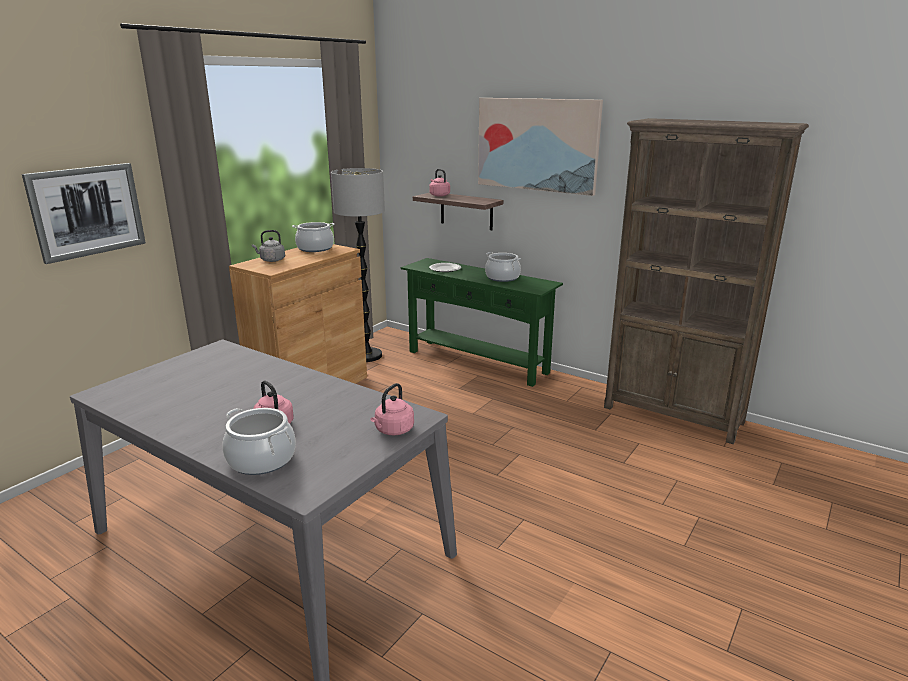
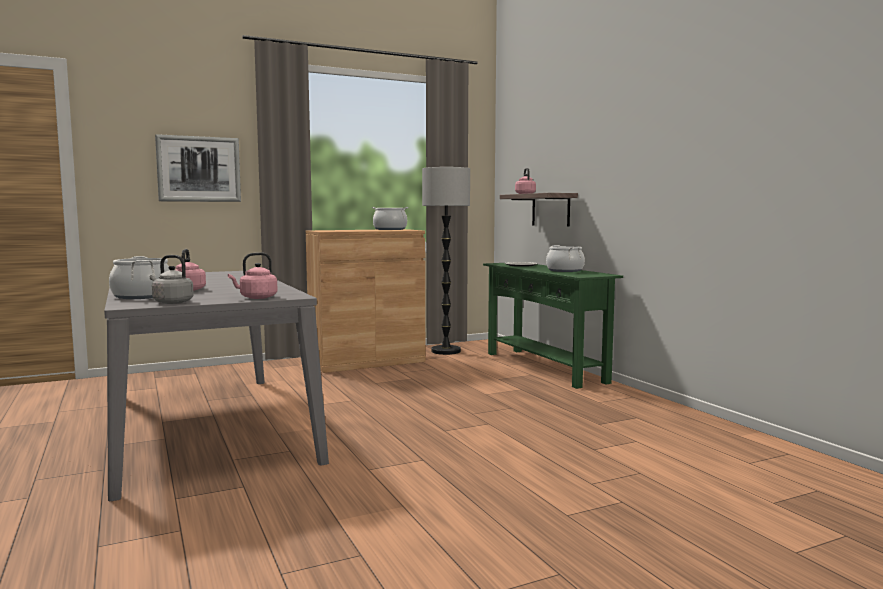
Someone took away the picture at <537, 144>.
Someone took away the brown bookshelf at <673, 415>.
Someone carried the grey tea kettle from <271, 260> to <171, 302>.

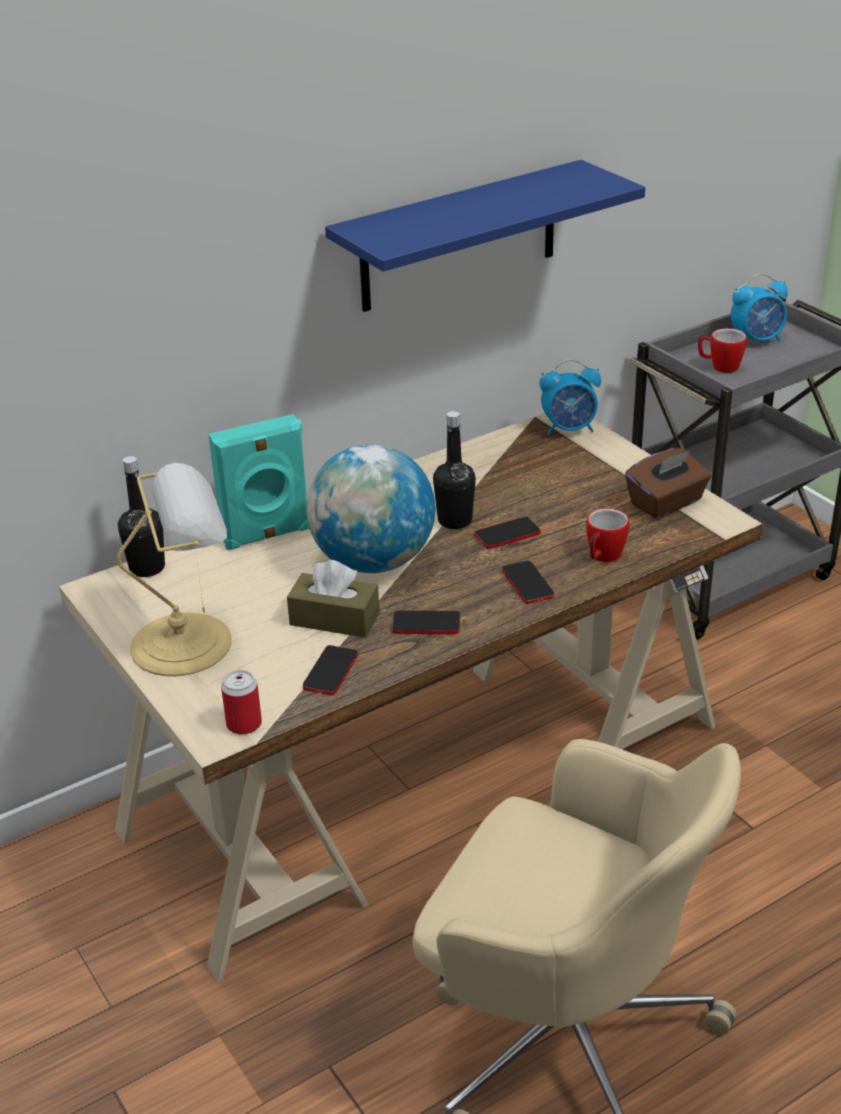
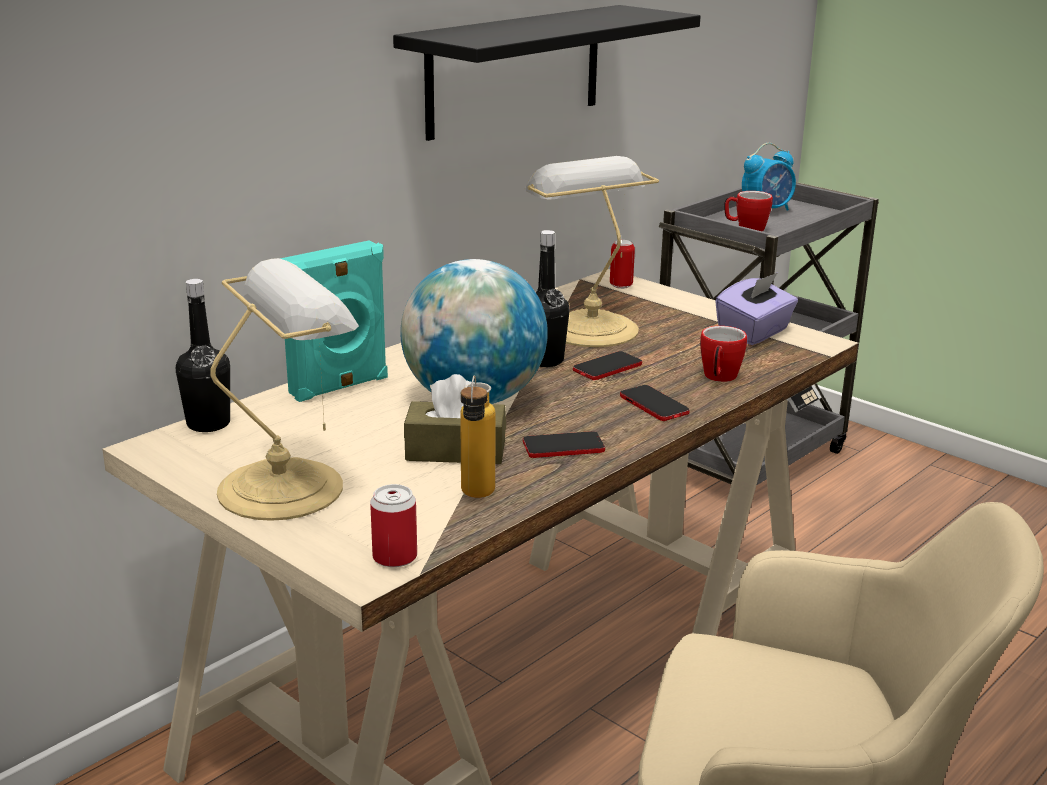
Someone repainted the blue bracket shelf at <459, 237>, which became the black-coloured bracket shelf at <515, 70>.
Someone swapped the bedside clock at <569, 429> for the can at <621, 286>.
Someone repainted the brown tissue holder at <666, 503>, which became the purplish tissue holder at <754, 333>.
Someone swapped the telephone at <331, 671> for the beverage bottle at <476, 498>.
Someone put down the table lamp at <588, 327>.

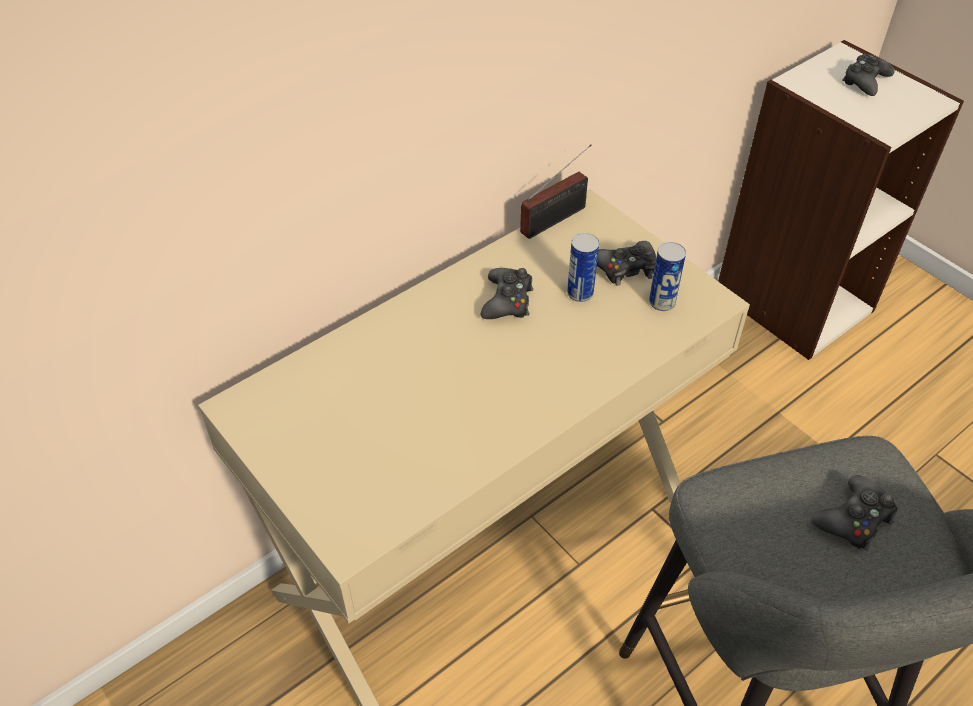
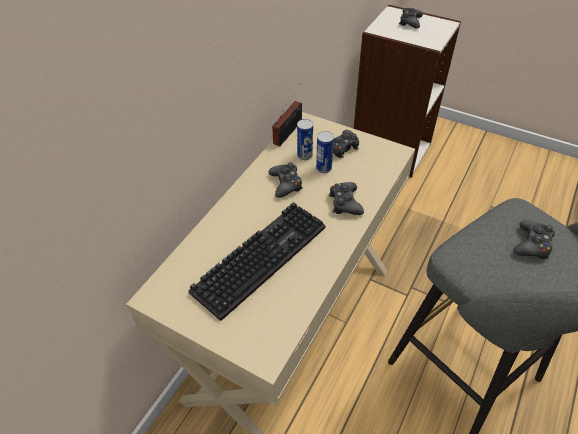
Someone carried the can from <662, 302> to <305, 155>.
Someone put down the black-coloured joypad at <345, 203>.
Someone put down the computer keyboard at <260, 256>.

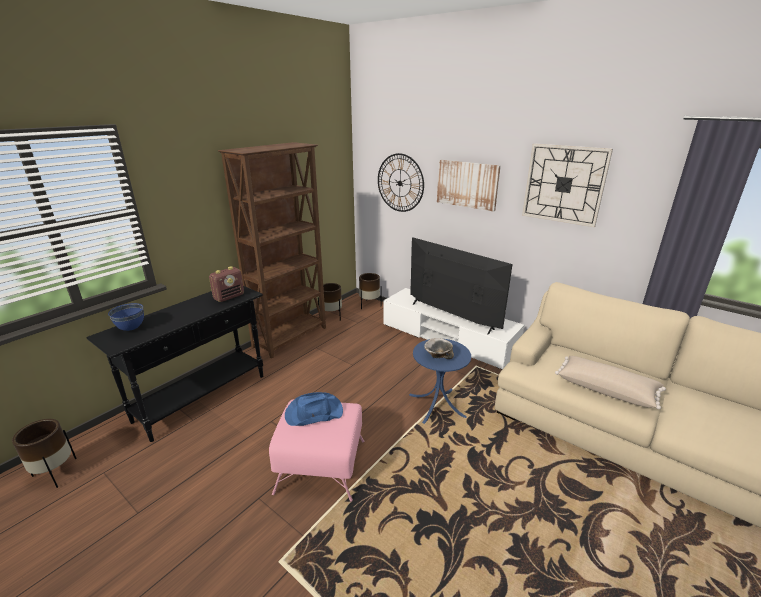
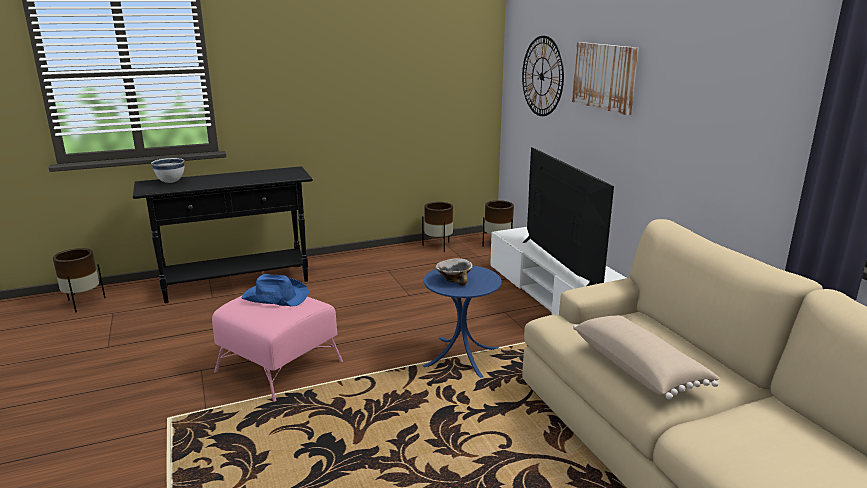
Someone took away the brown bookshelf at <291, 337>.
Someone took away the clock on the wall at <564, 184>.
Someone took away the radio set at <229, 297>.
Someone repainted the blue serving bowl at <131, 328>, which became the white-coloured serving bowl at <171, 182>.

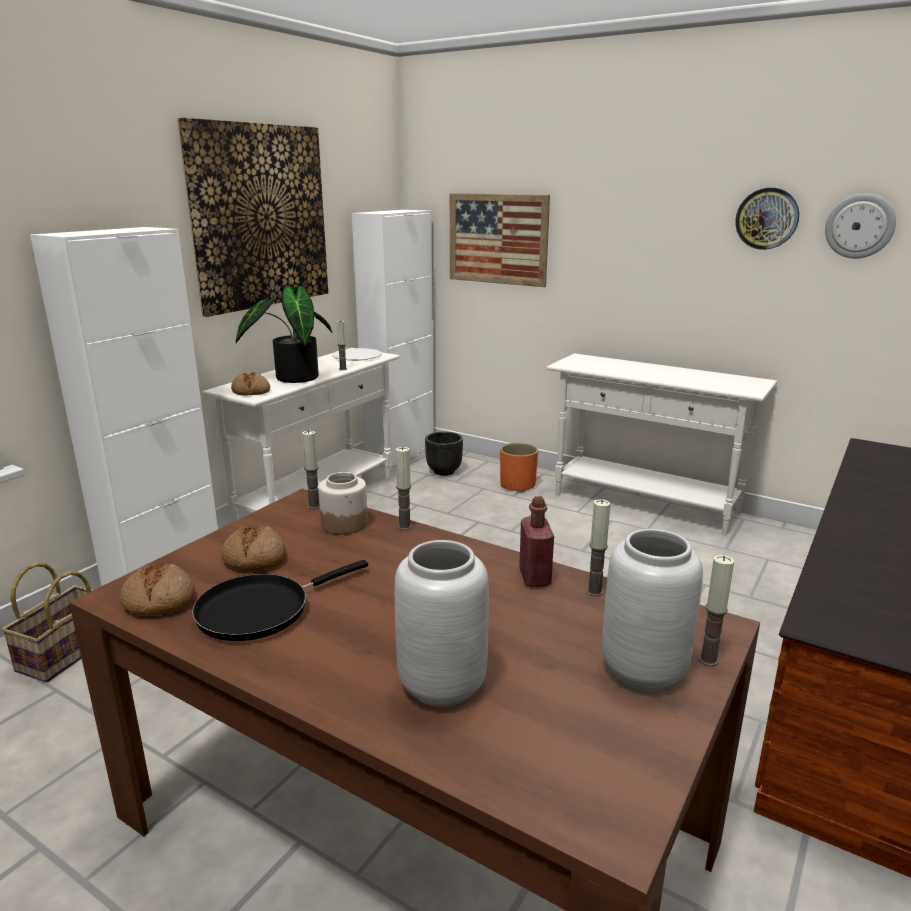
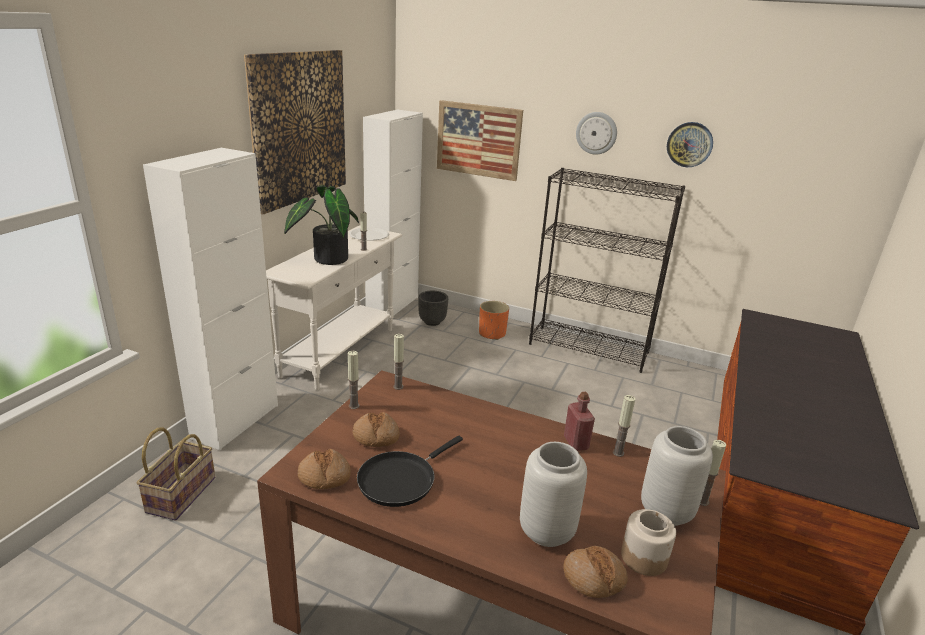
Someone carried the clock on the wall from <859, 226> to <596, 133>.
Someone swapped the white-coloured narrow table at <645, 504> for the black-coloured bookshelf at <589, 348>.
Someone carried the bakery bread from <251, 391> to <594, 577>.
Someone carried the wax light from <404, 526> to <354, 406>.
Someone carried the storage jar from <345, 524> to <644, 557>.

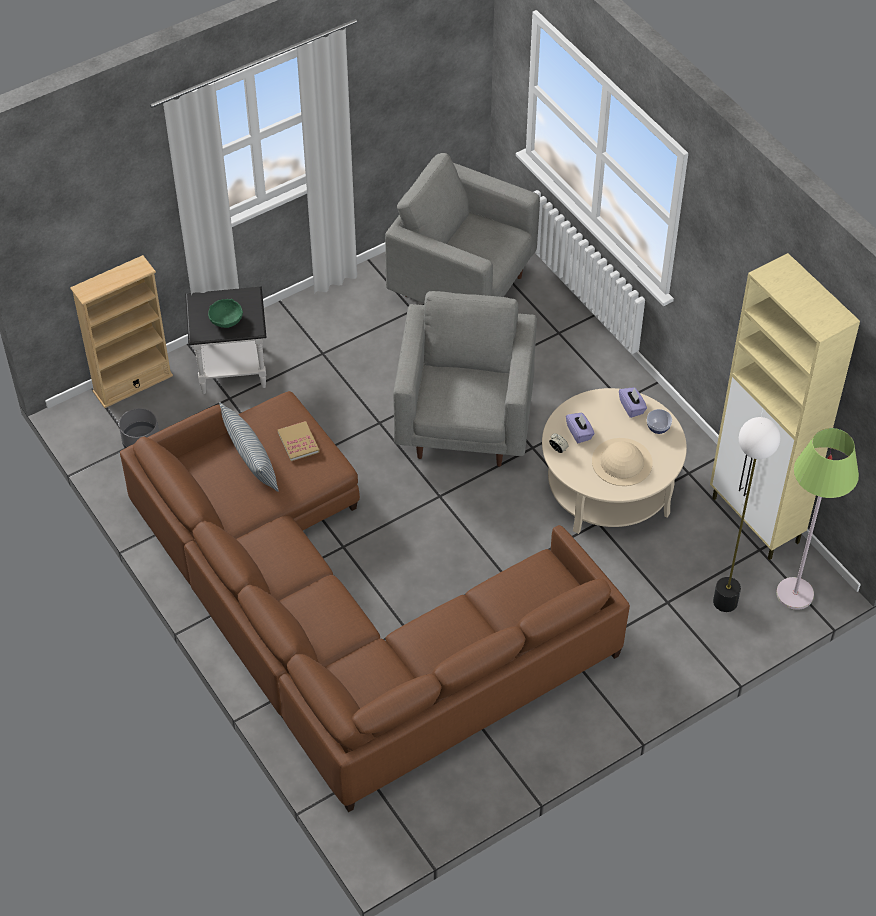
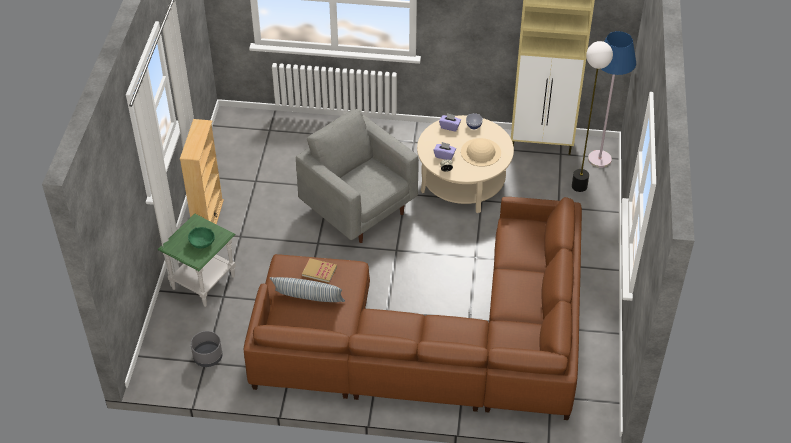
Someone took away the grey armchair at <462, 285>.
Someone carried the beige bookshelf from <132, 383> to <208, 219>.
Someone repainted the black-coloured end table at <231, 370>, which became the green-coloured end table at <203, 283>.
Someone repainted the green-coloured standing lamp at <794, 594>, which became the blue standing lamp at <599, 159>.

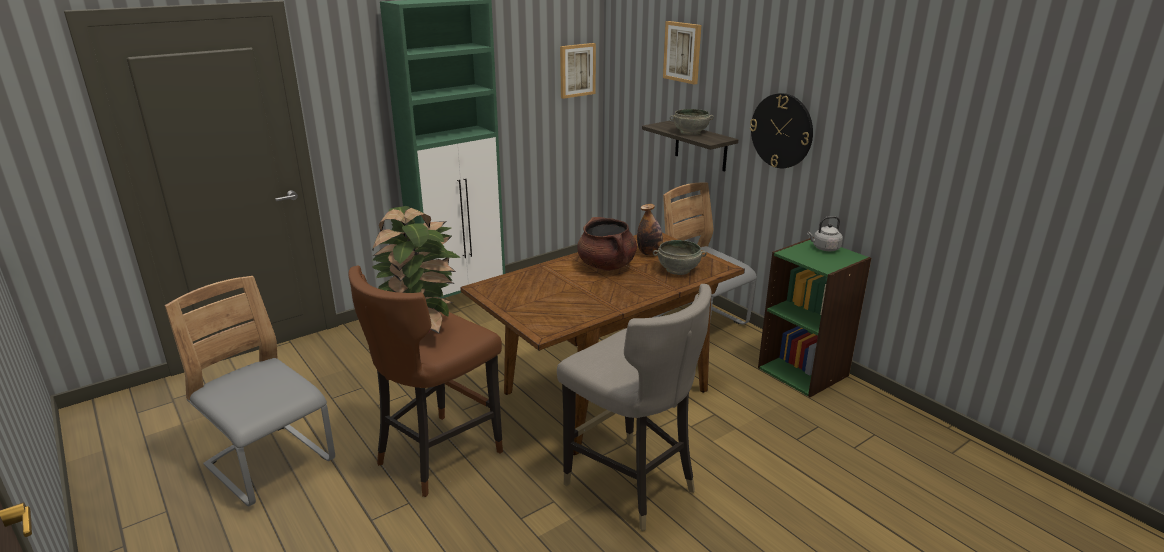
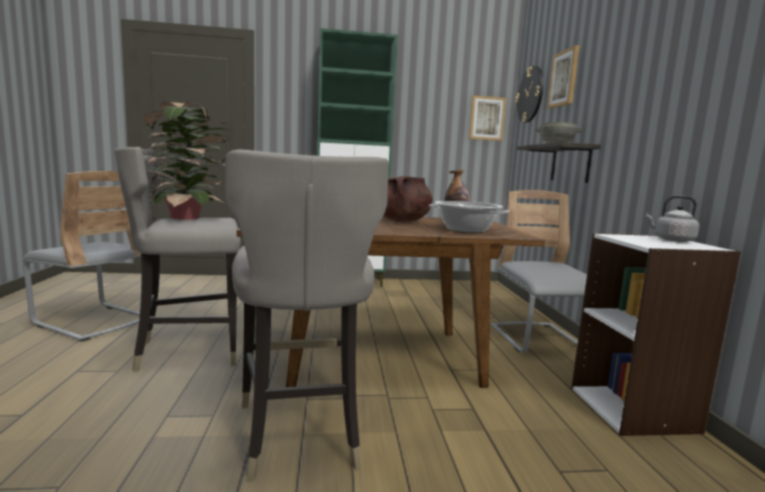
Someone carried the clock on the wall from <781, 131> to <530, 94>.
Someone repainted the green-coloured bookshelf at <803, 371>, which became the white-coloured bookshelf at <633, 409>.
Someone swapped the grey serving bowl at <678, 270> for the stockpot at <465, 230>.
Someone repainted the brown stool at <437, 455>, which became the grey stool at <188, 351>.
Someone rotated the grey chair at <271, 465> by 135 degrees clockwise.

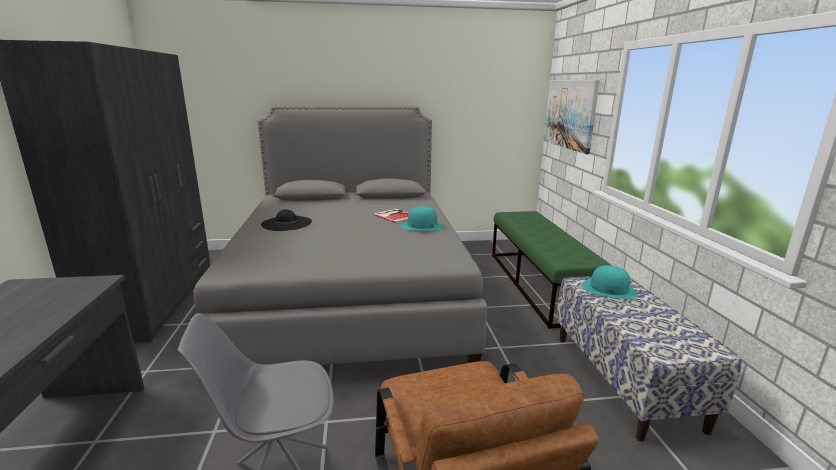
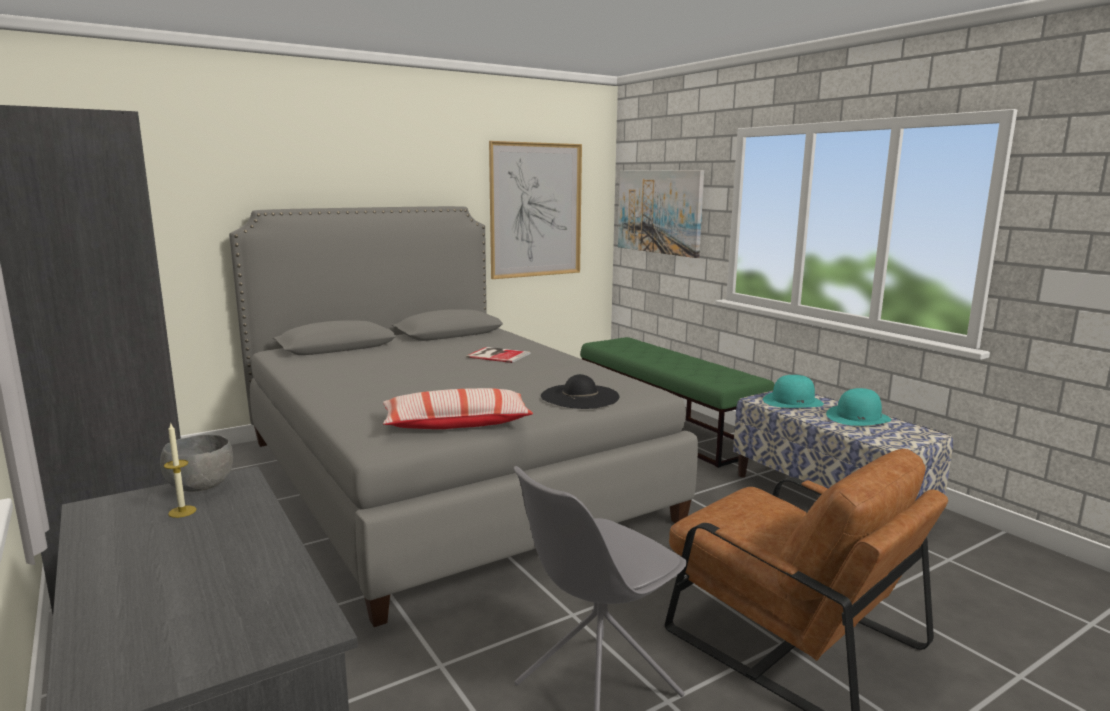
Someone carried the turquoise hat from <422, 226> to <858, 417>.
Someone carried the black-coloured hat from <286, 223> to <580, 396>.
Someone put up the picture at <536, 210>.
Someone put down the throw pillow at <456, 424>.
Someone put down the wax light at <182, 511>.
Someone put down the grey serving bowl at <201, 486>.

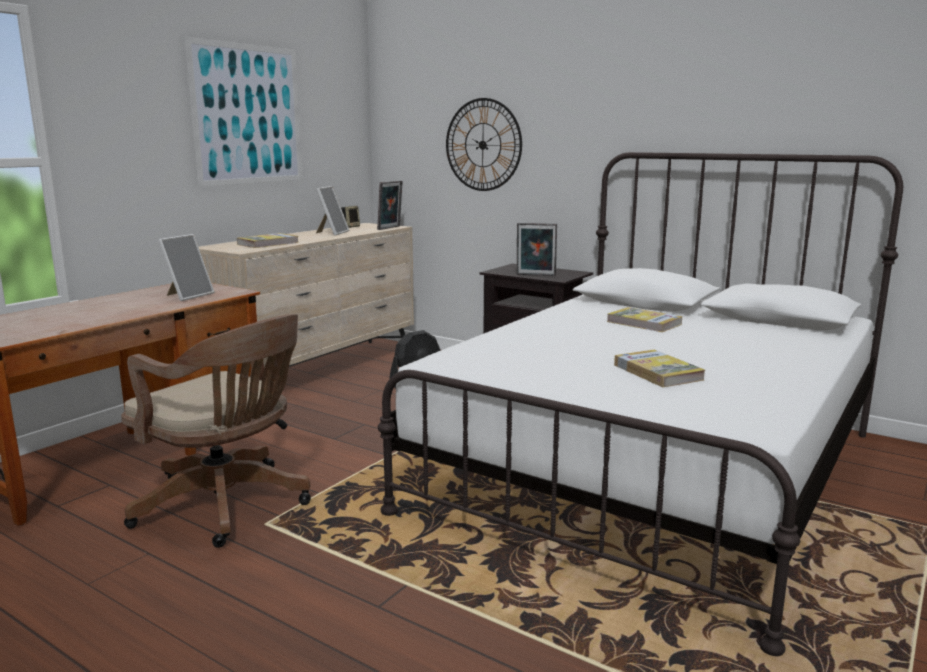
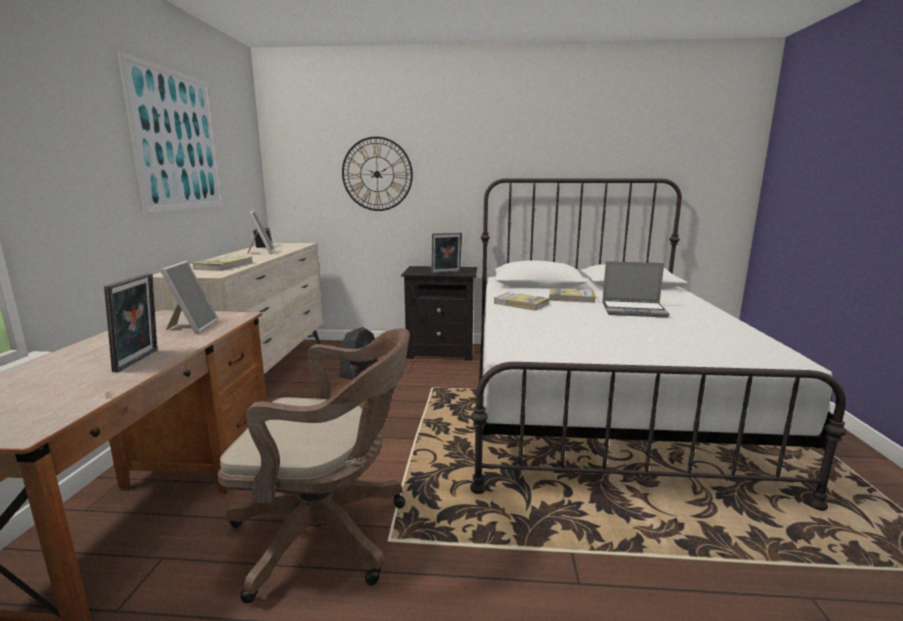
Someone carried the standing frame from <390, 228> to <140, 360>.
Someone carried the bound book from <657, 372> to <521, 304>.
Someone put down the laptop at <634, 310>.

